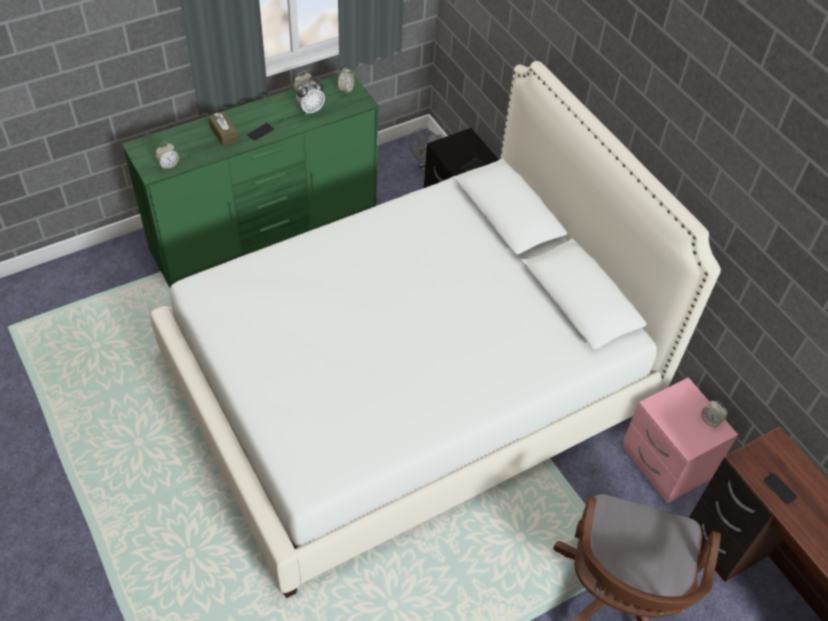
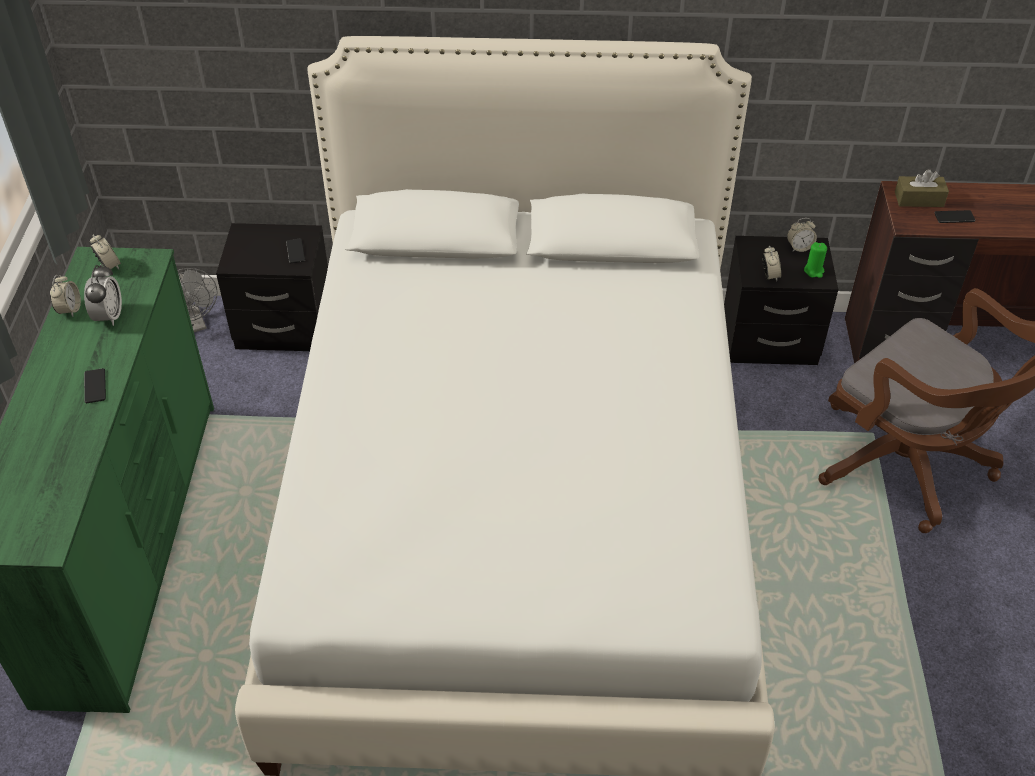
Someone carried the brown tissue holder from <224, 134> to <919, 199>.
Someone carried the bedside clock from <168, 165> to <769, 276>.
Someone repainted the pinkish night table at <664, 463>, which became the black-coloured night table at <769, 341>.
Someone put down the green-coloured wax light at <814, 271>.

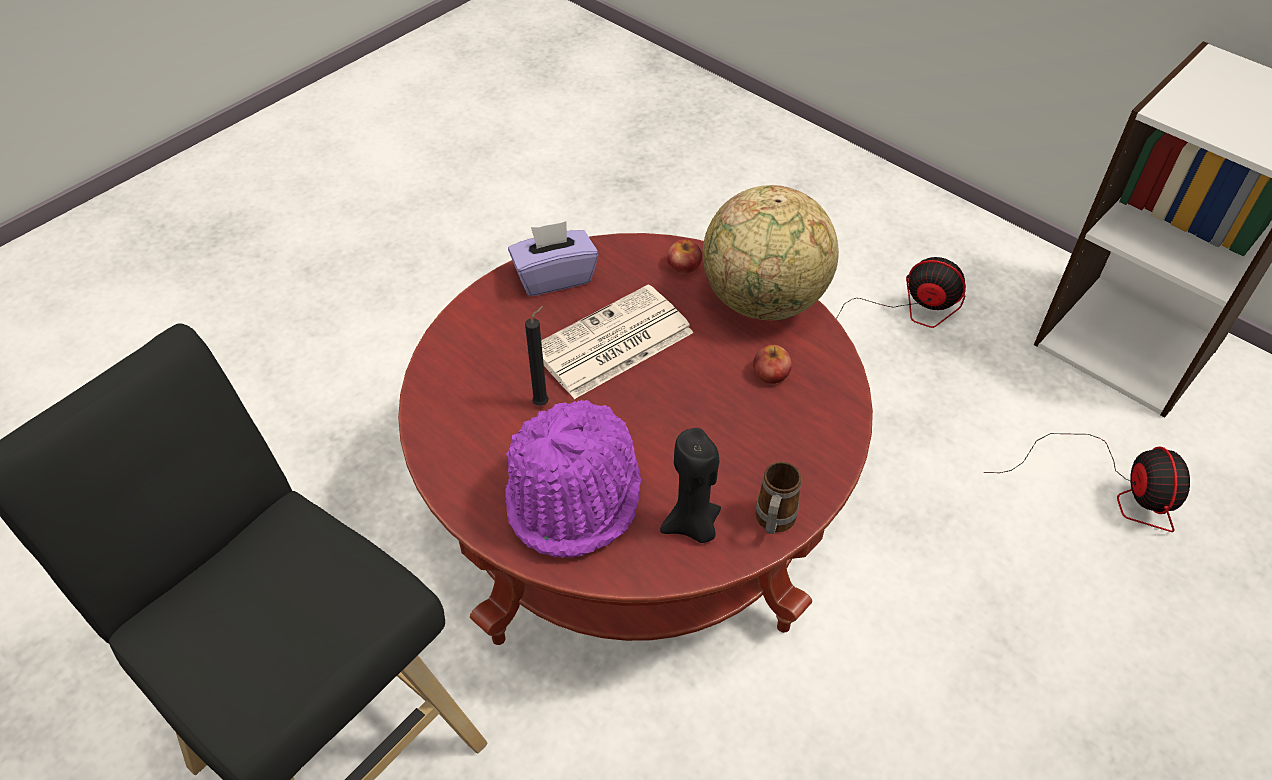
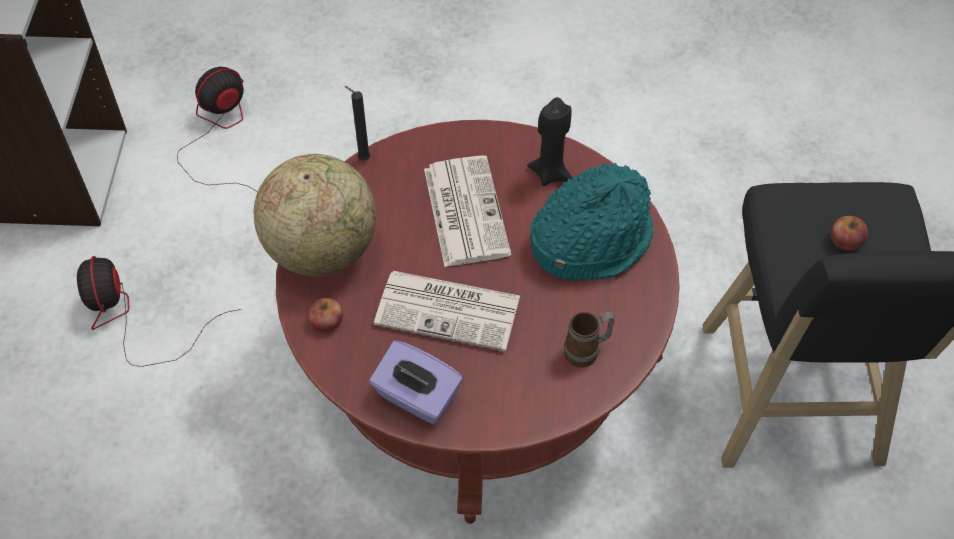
Someone carried the black-coloured wax light from <543, 402> to <362, 158>.
Someone carried the whole apple from <771, 373> to <846, 240>.
Someone repainted the purplish hat at <575, 495>, which became the turquoise hat at <590, 240>.
Someone carried the tea mug from <773, 523> to <587, 351>.
Someone put down the daily paper at <464, 210>.

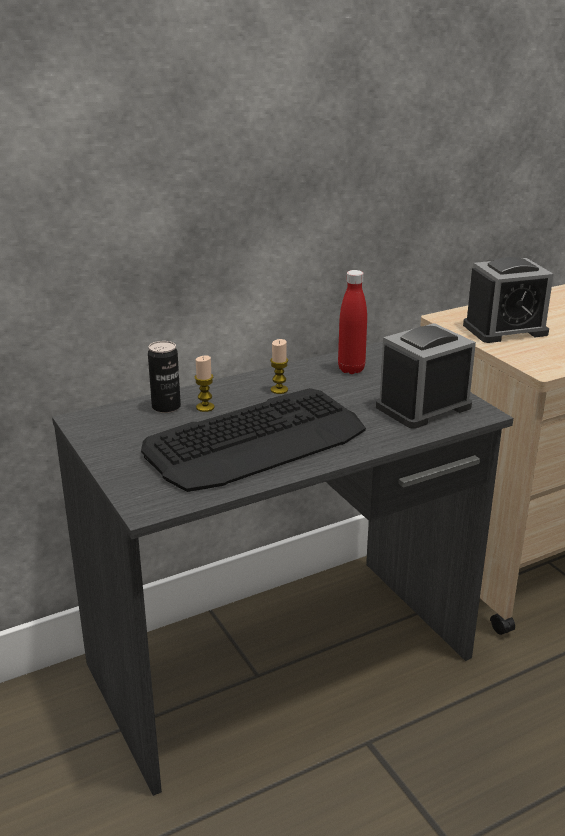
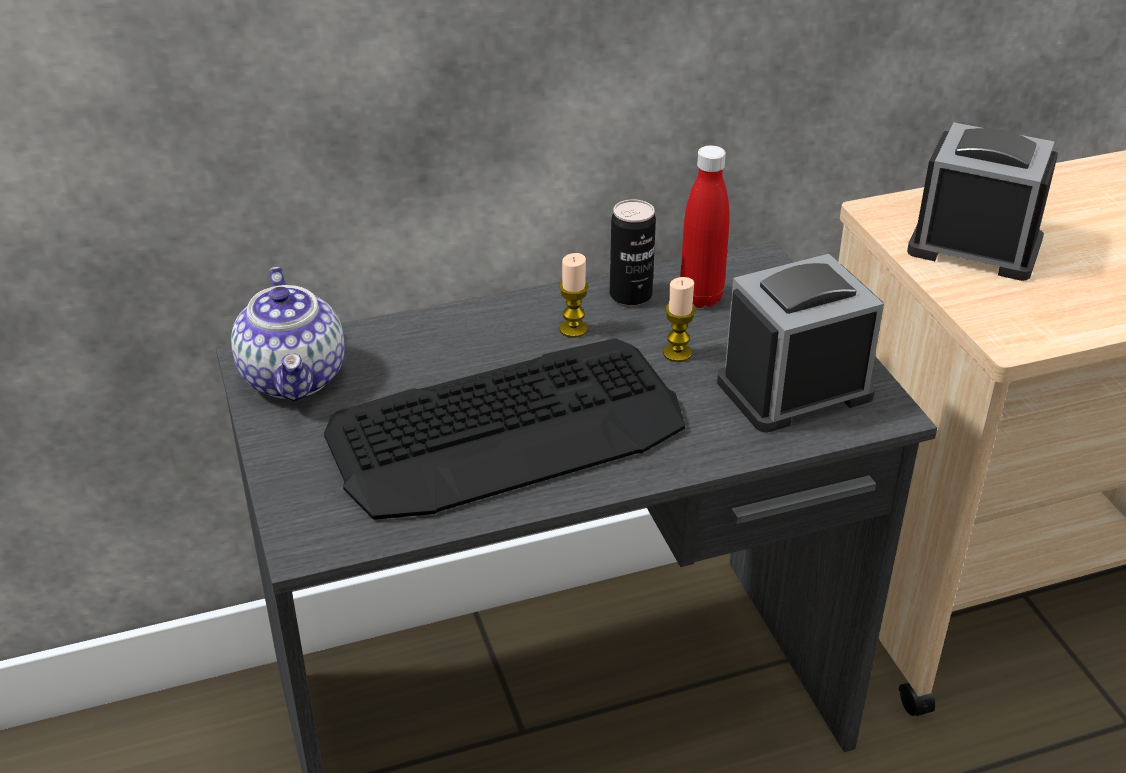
Someone rotated the bedside clock at <505, 329> by 150 degrees counterclockwise.
Someone carried the can from <166, 407> to <630, 295>.
Someone carried the wax light from <205, 407> to <677, 353>.
Someone put down the tea pot at <295, 377>.

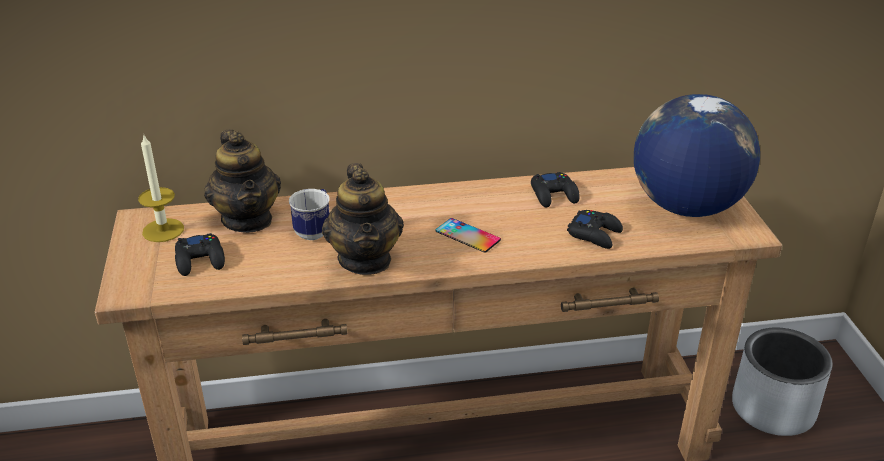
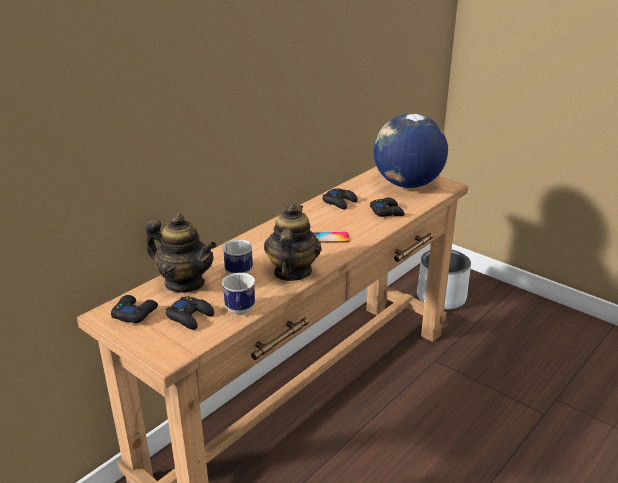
Someone swapped the wax light at <163, 230> for the black-coloured joypad at <134, 313>.
Someone rotated the tea pot at <365, 259> by 120 degrees counterclockwise.
Someone put down the tea mug at <240, 312>.

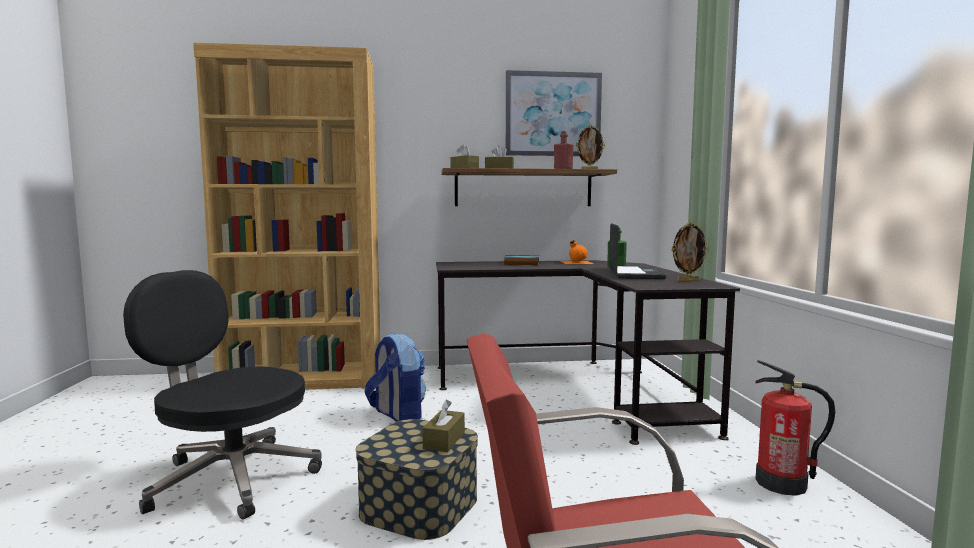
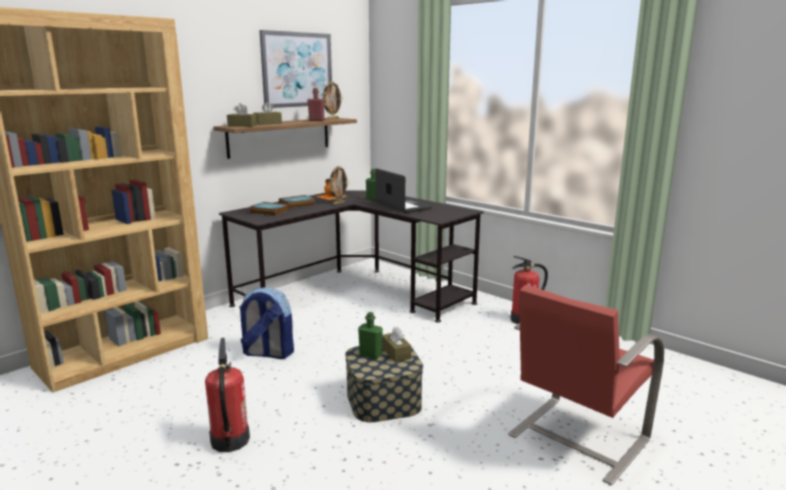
Someone carried the standing frame from <688, 280> to <338, 203>.
Someone swapped the black-coloured desk chair at <230, 478> for the extinguisher at <230, 441>.
Someone put down the bound book at <268, 211>.
Someone put down the green-coloured beverage bottle at <370, 355>.

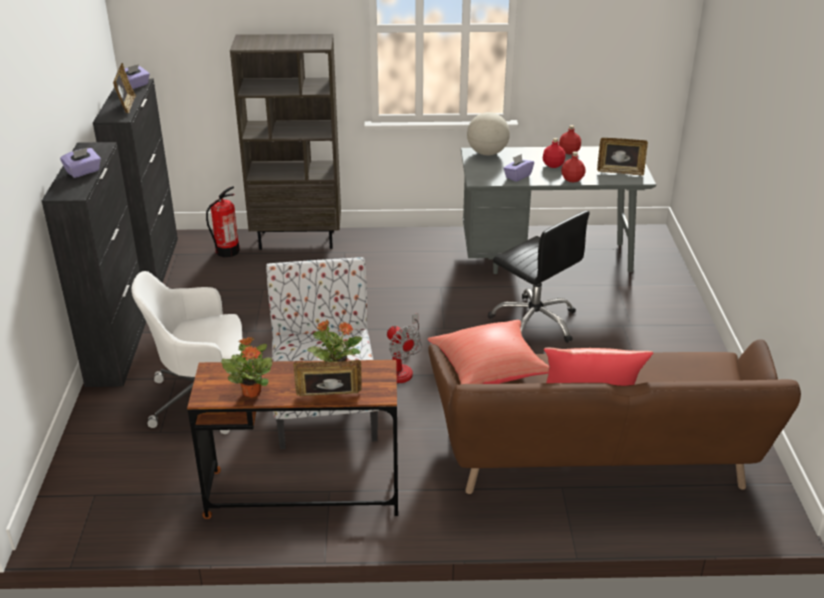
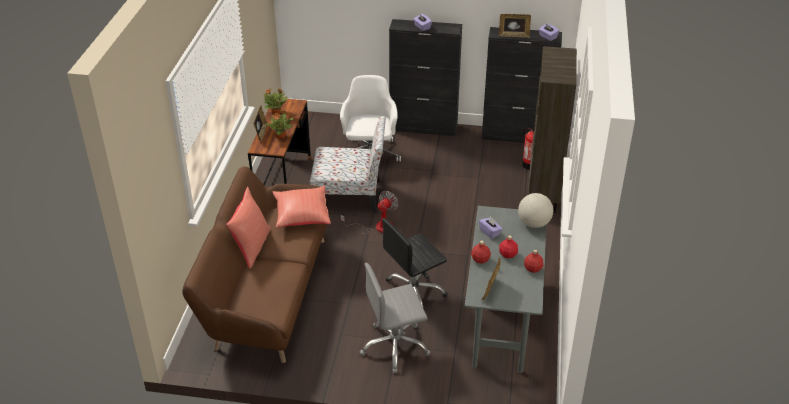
Someone rotated the fan at <401, 367> by 150 degrees clockwise.
Someone put down the grey desk chair at <394, 346>.

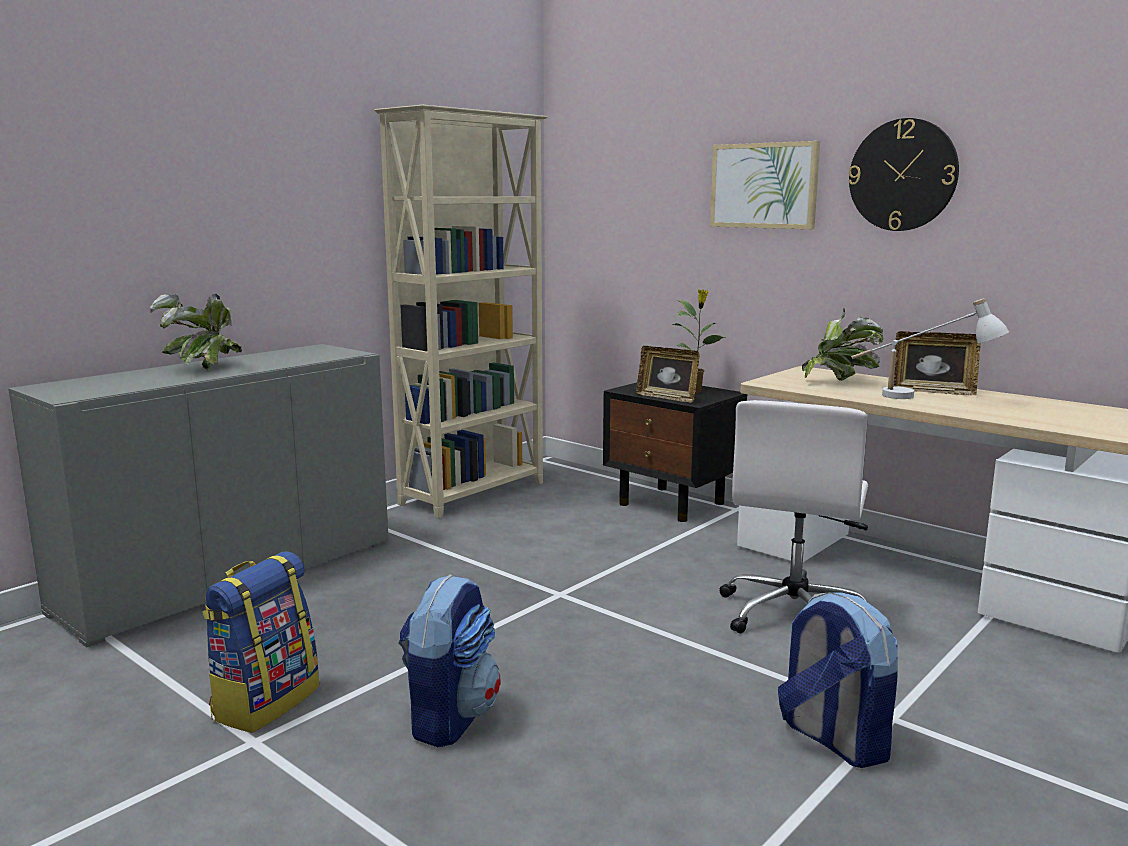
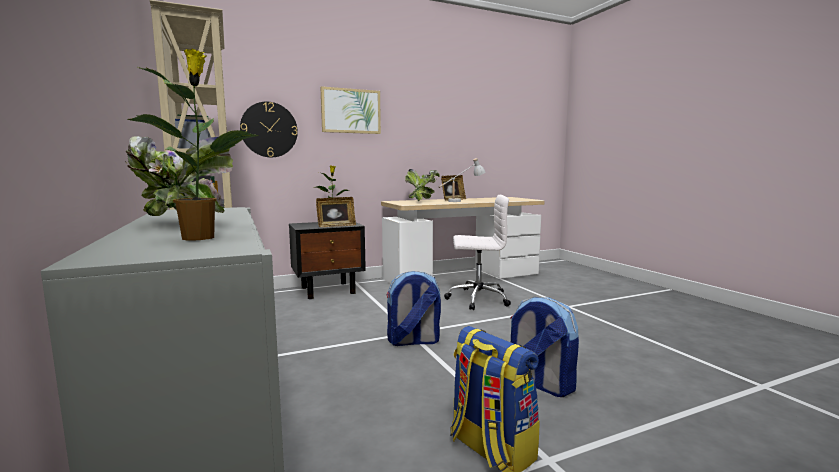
Someone carried the clock on the wall from <902, 175> to <269, 129>.
Someone rotated the white-coloured desk chair at <794, 614> by 45 degrees counterclockwise.
Someone carried the knapsack from <833, 739> to <413, 341>.
Someone put down the potted plant at <200, 237>.

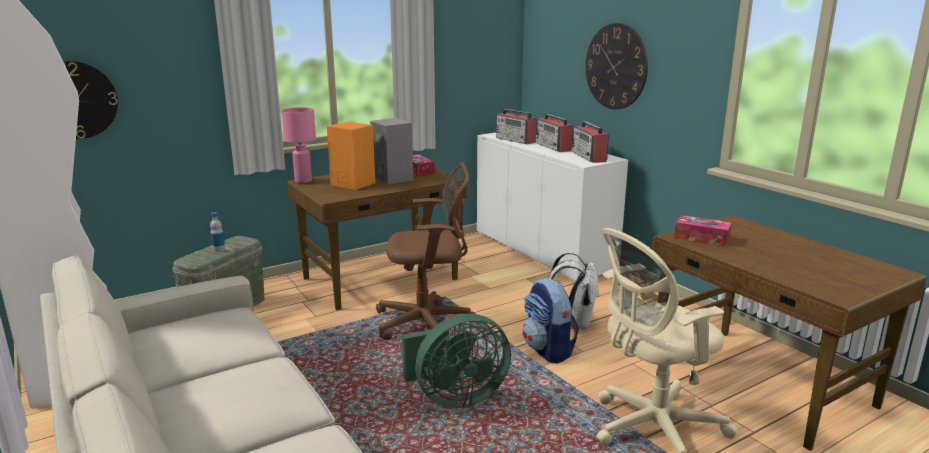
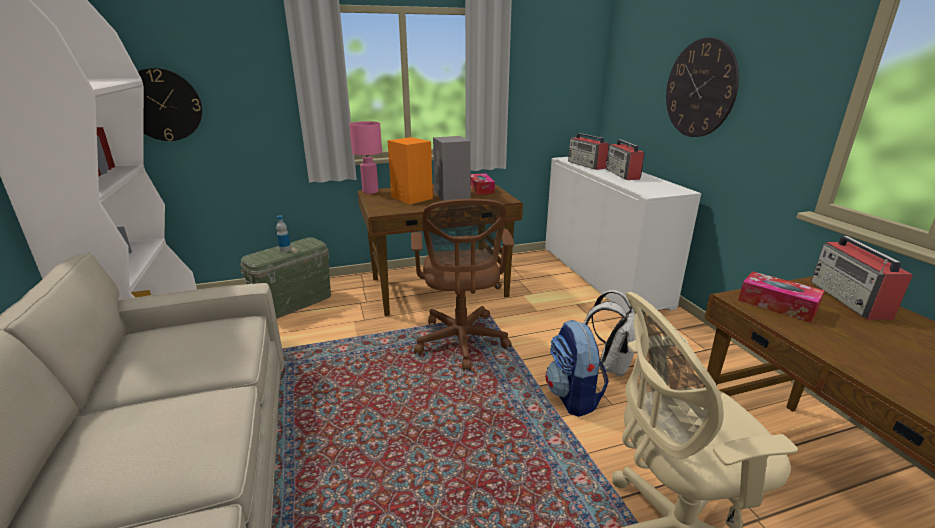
Someone carried the radio set from <589, 157> to <850, 300>.
Someone rotated the brown desk chair at <428, 323> by 75 degrees clockwise.
Someone took away the green-coloured fan at <455, 397>.

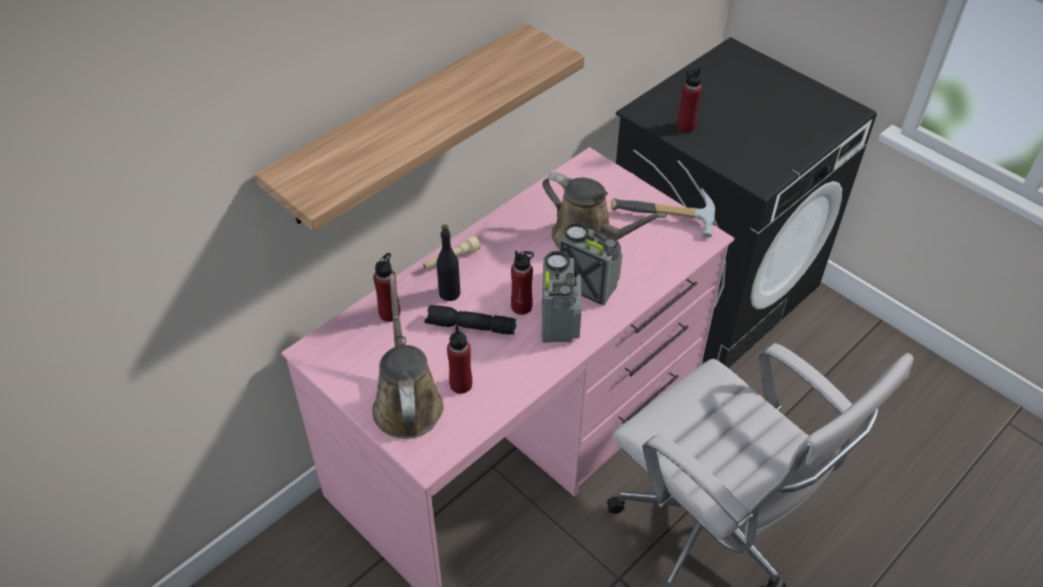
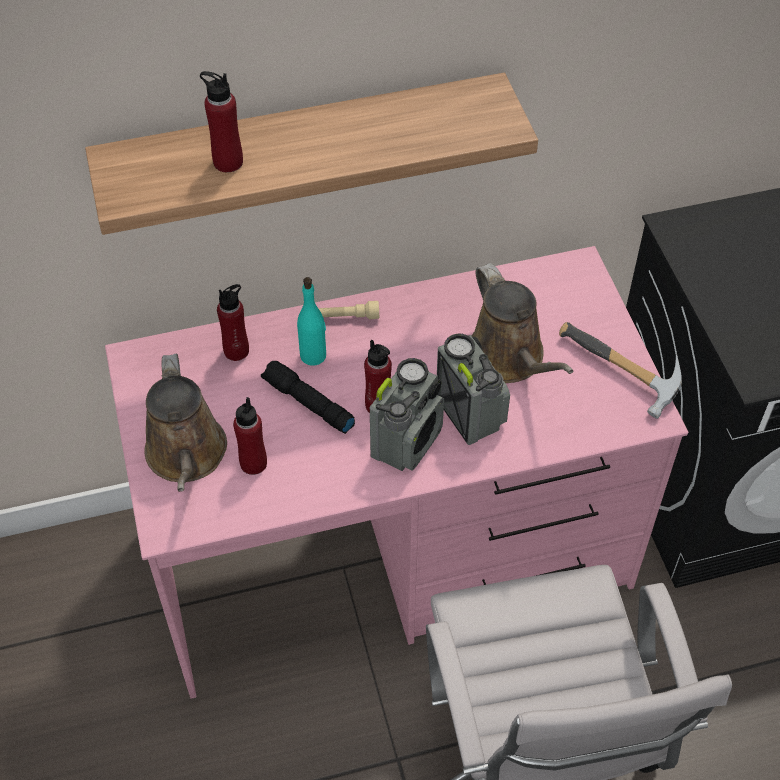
Someone carried the red-coloured beverage bottle from <685, 126> to <228, 162>.
Someone repainted the black-coloured beverage bottle at <450, 293>, which became the turquoise beverage bottle at <313, 355>.
Someone rotated the brown sprinkling can at <407, 402> by 150 degrees clockwise.

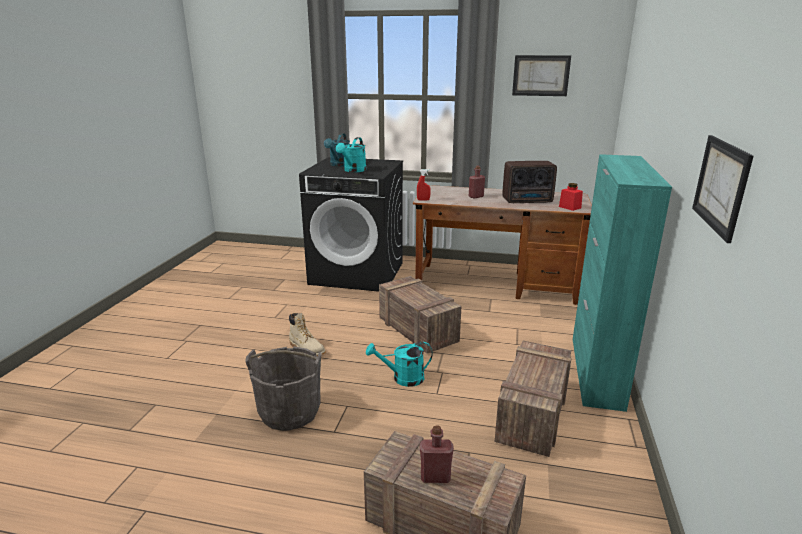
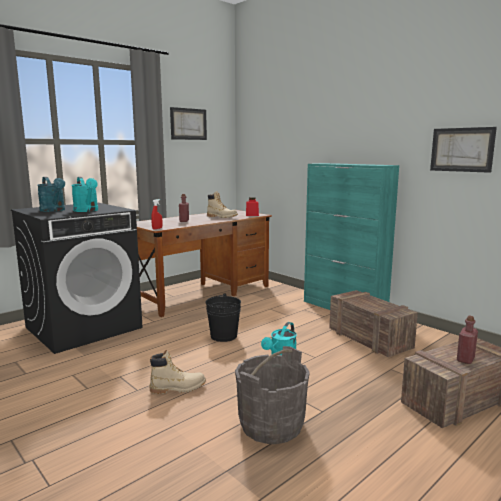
Someone swapped the radio set at <528, 201> for the beige high-top boot at <222, 217>.
Someone swapped the crate at <419, 330> for the black-coloured pail at <223, 336>.

